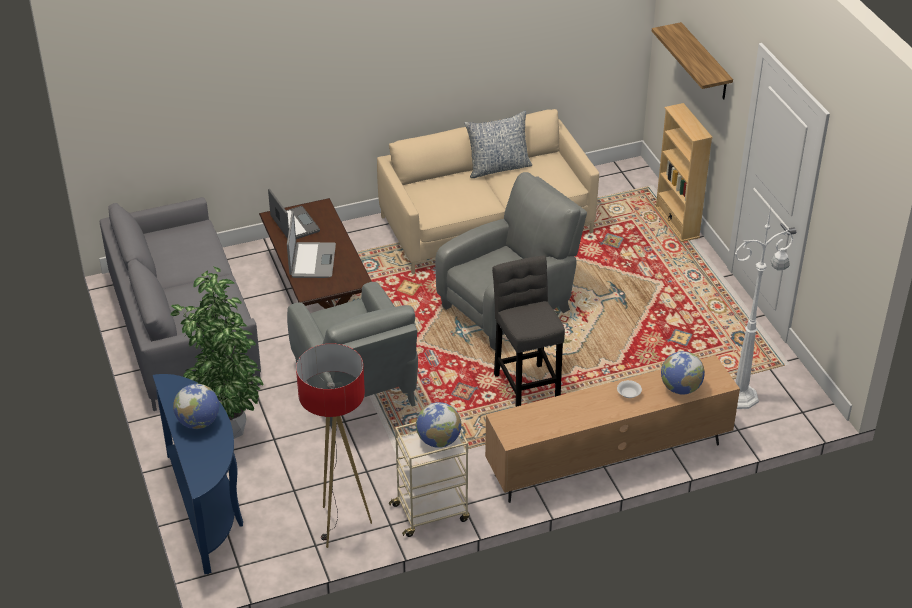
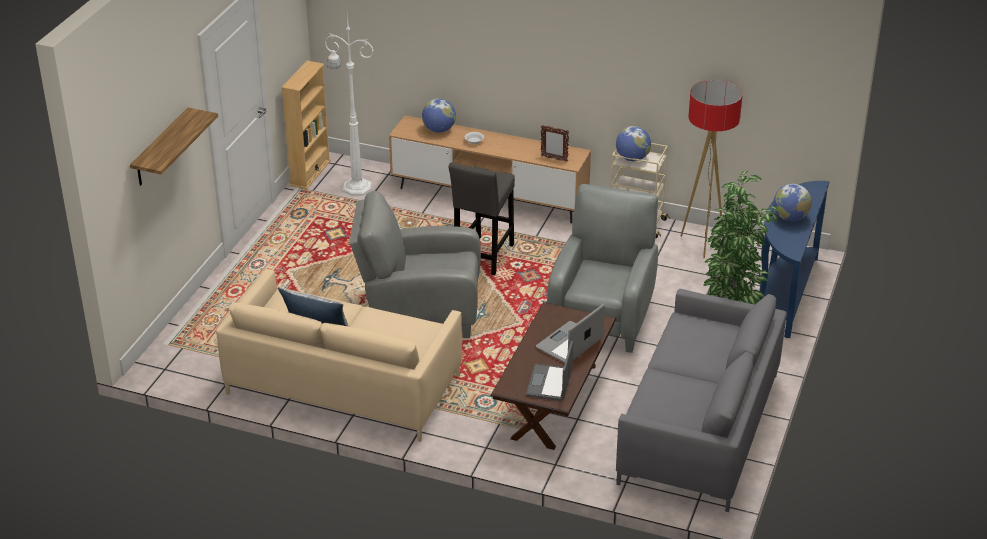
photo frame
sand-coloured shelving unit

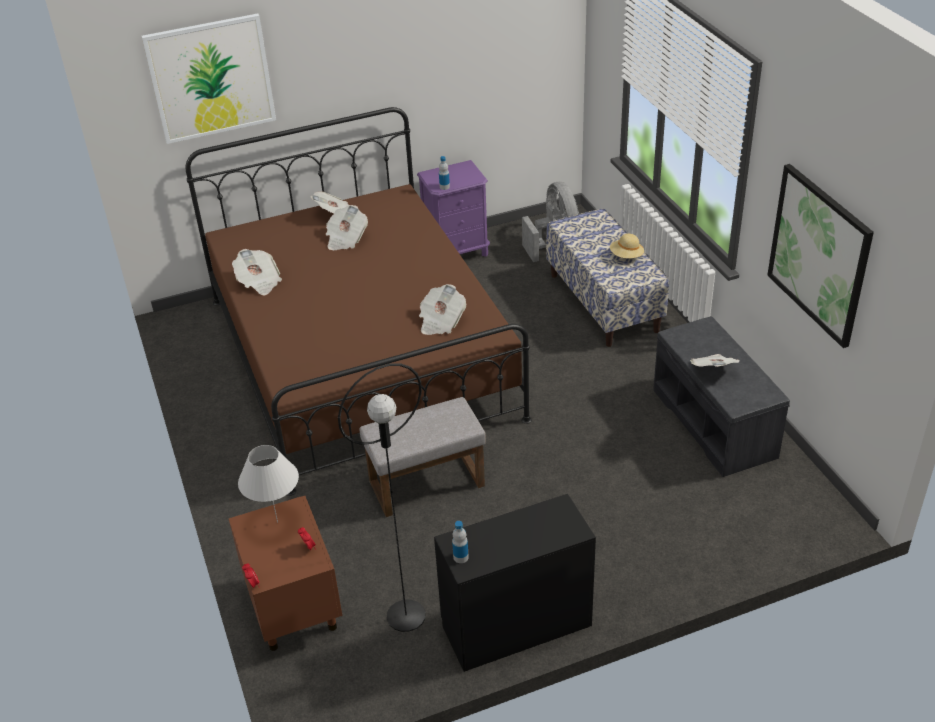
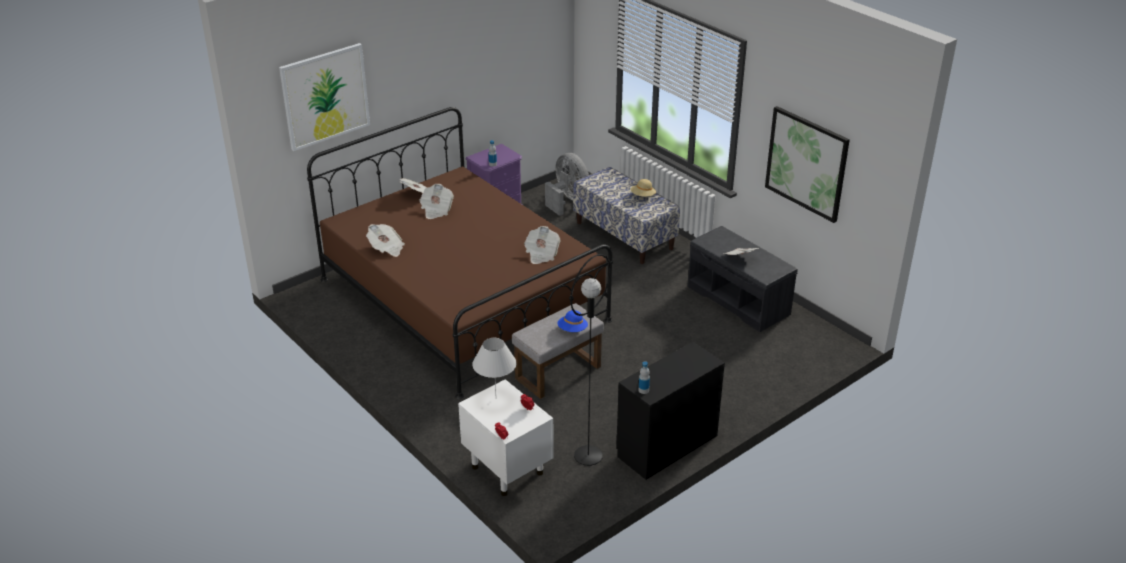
blue-coloured hat
white-coloured night table

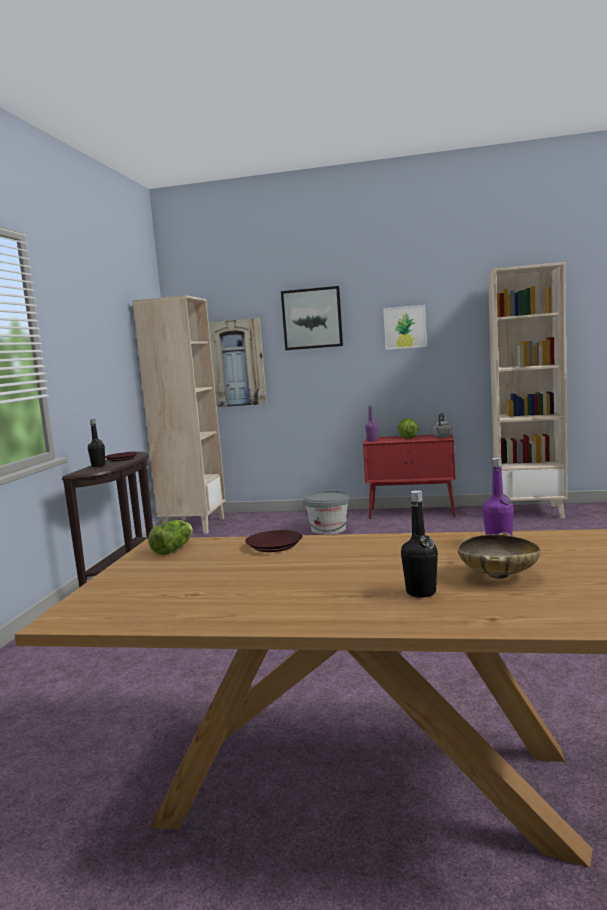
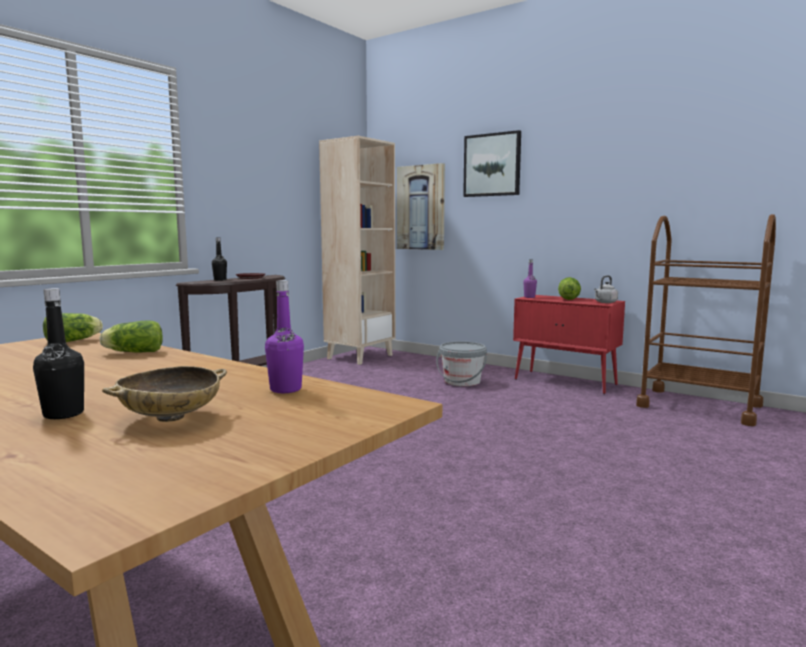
wall picture (no. 3 from left in the first image)
lettuce (no. 2 from left)
brown-coloured trolley

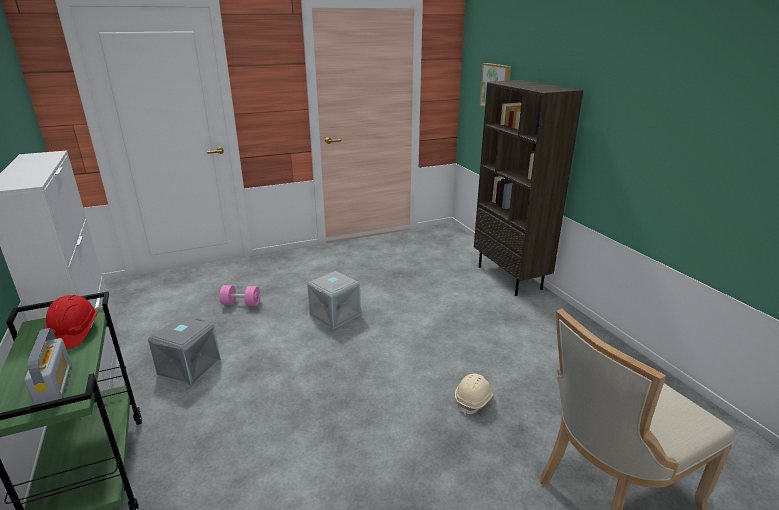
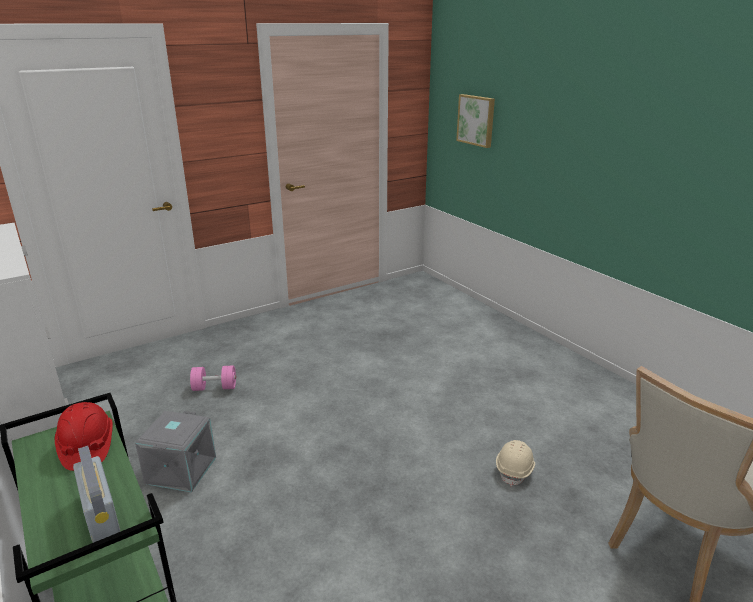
greyish storage box (no. 2 from left in the first image)
brown-coloured shelving unit

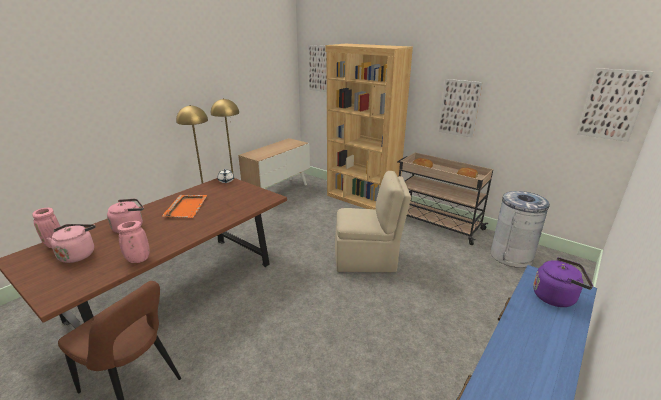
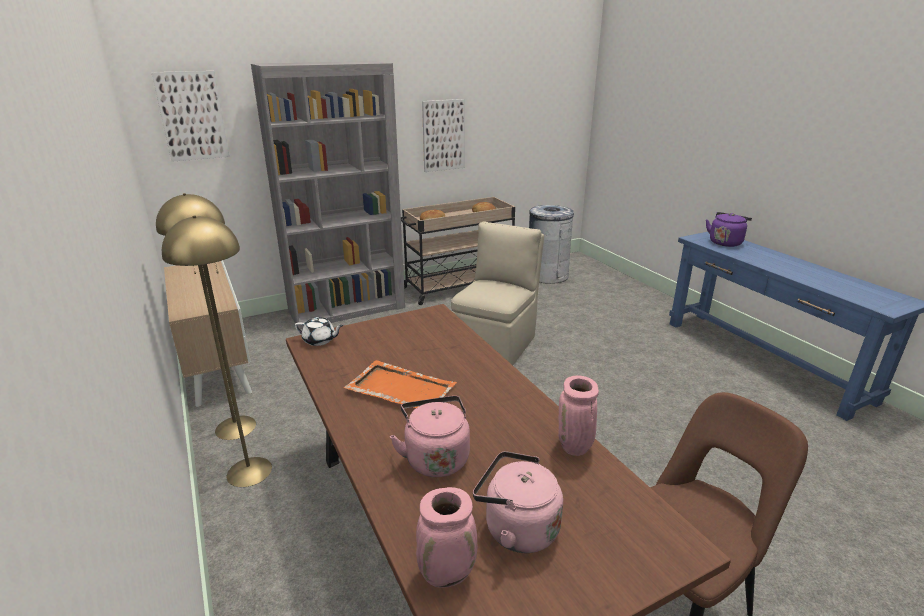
wall picture (no. 3 from left in the first image)
greyish shelving unit

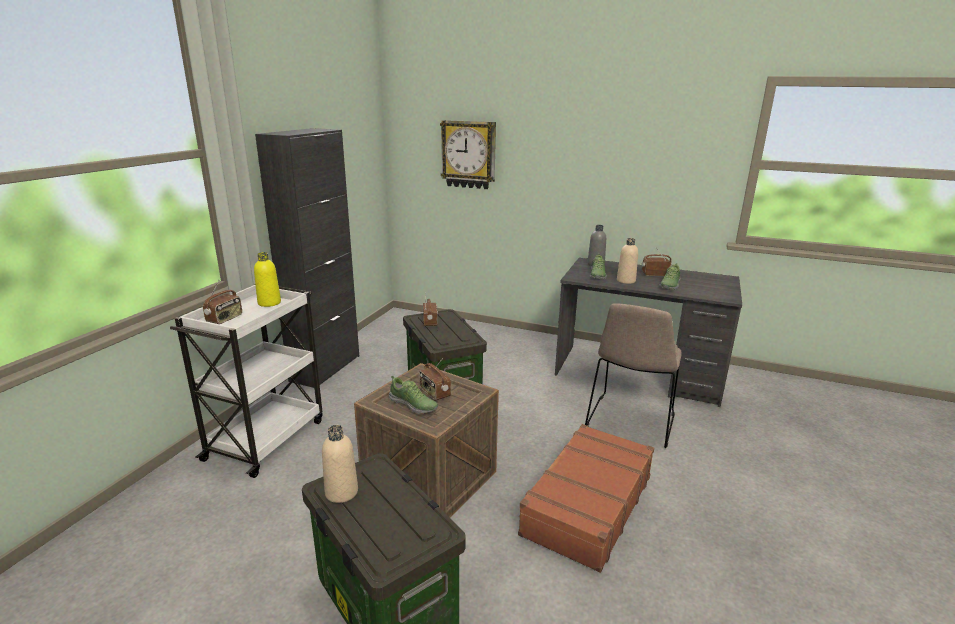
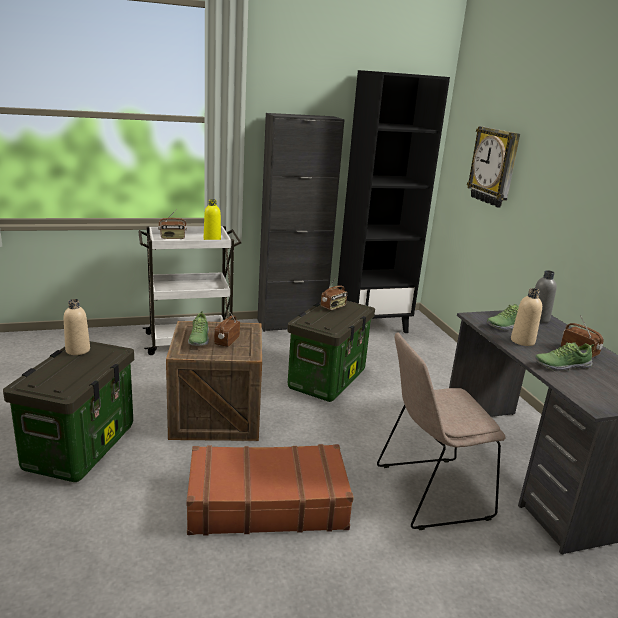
blackish shelving unit

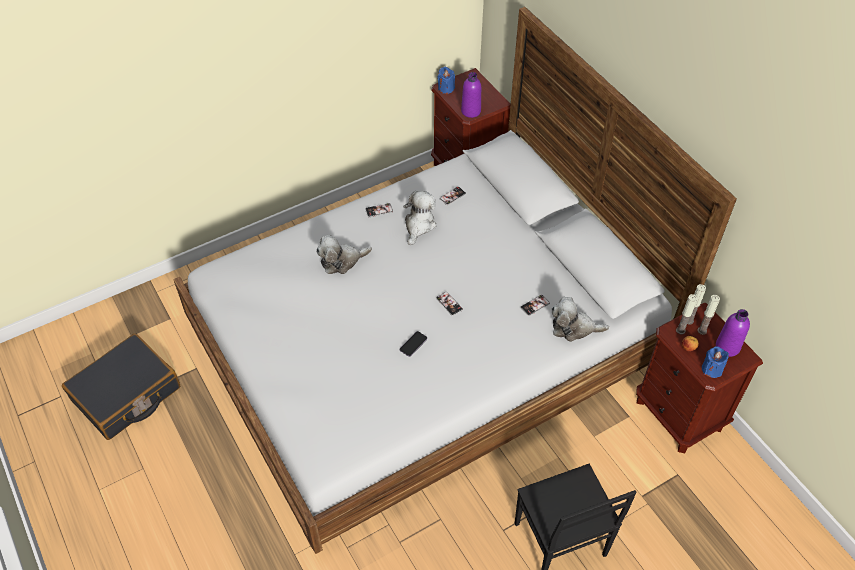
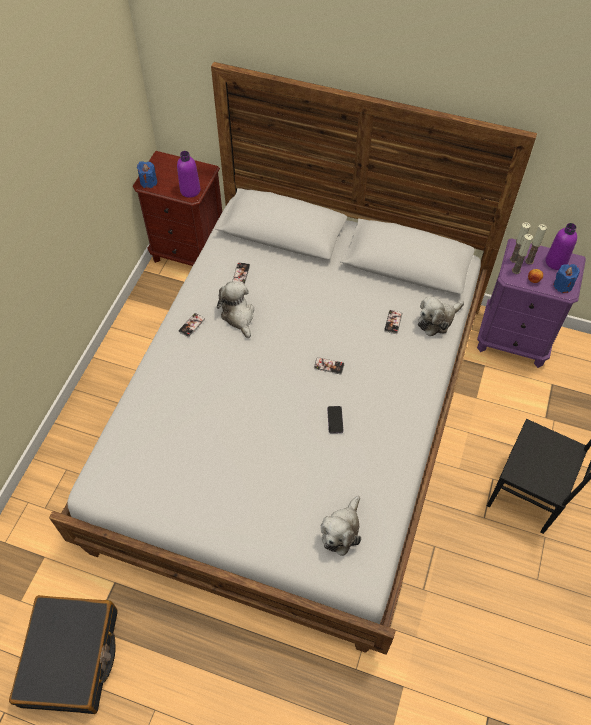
cuddly toy (no. 2 from left)
purplish night table

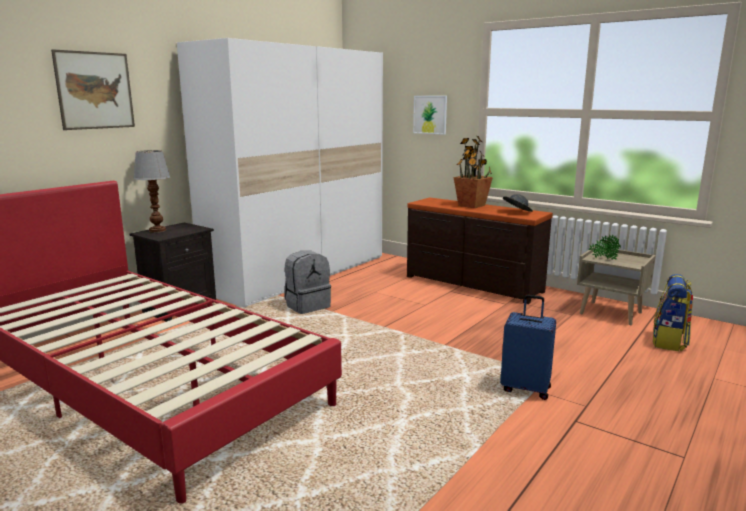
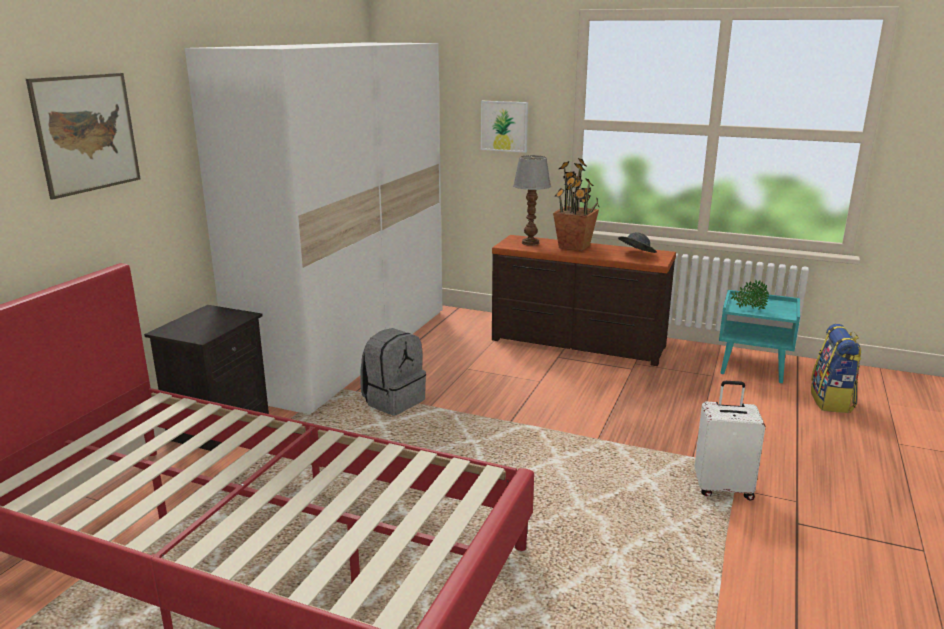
table lamp
white-coloured suitcase
blue-green night table

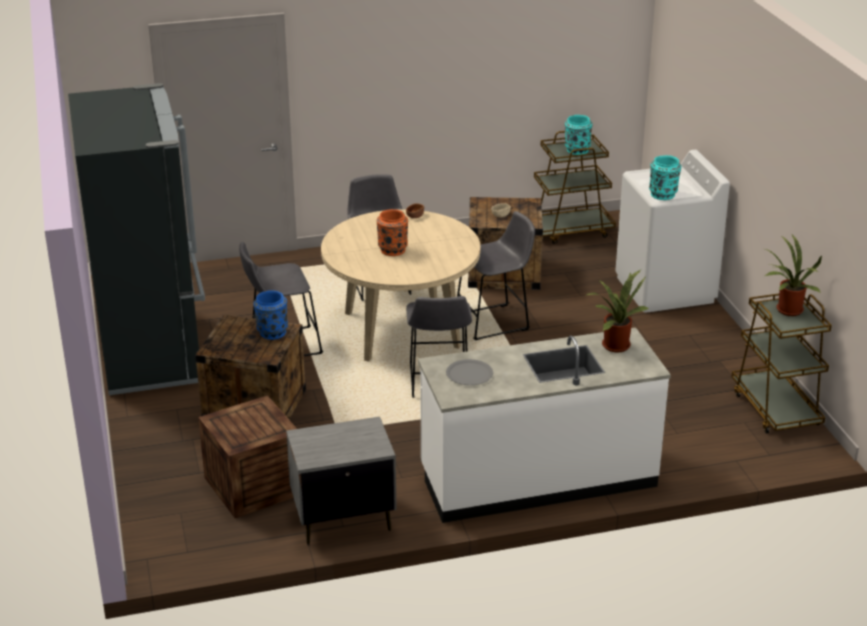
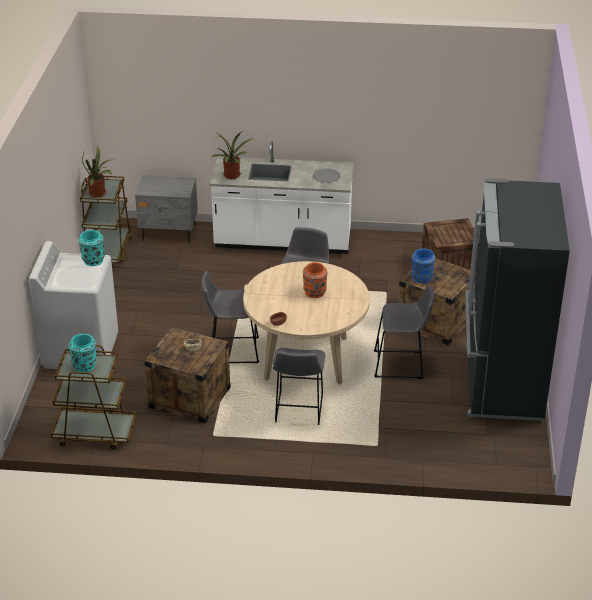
greyish night table

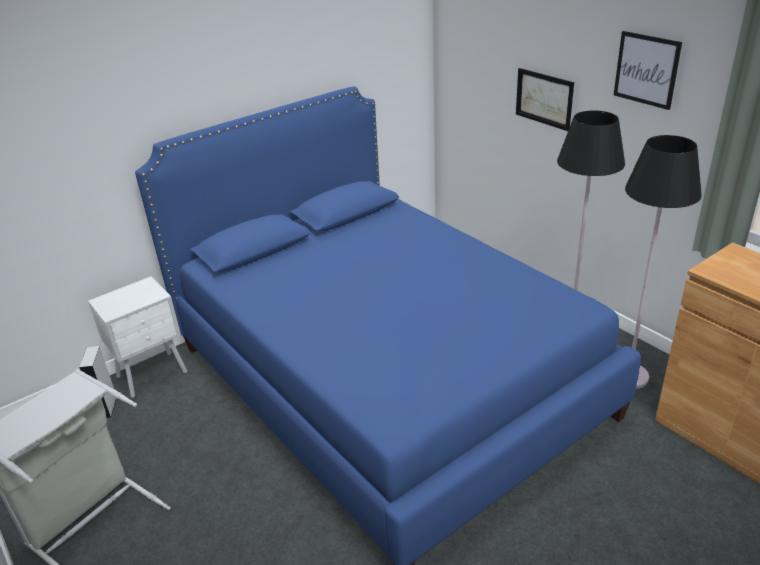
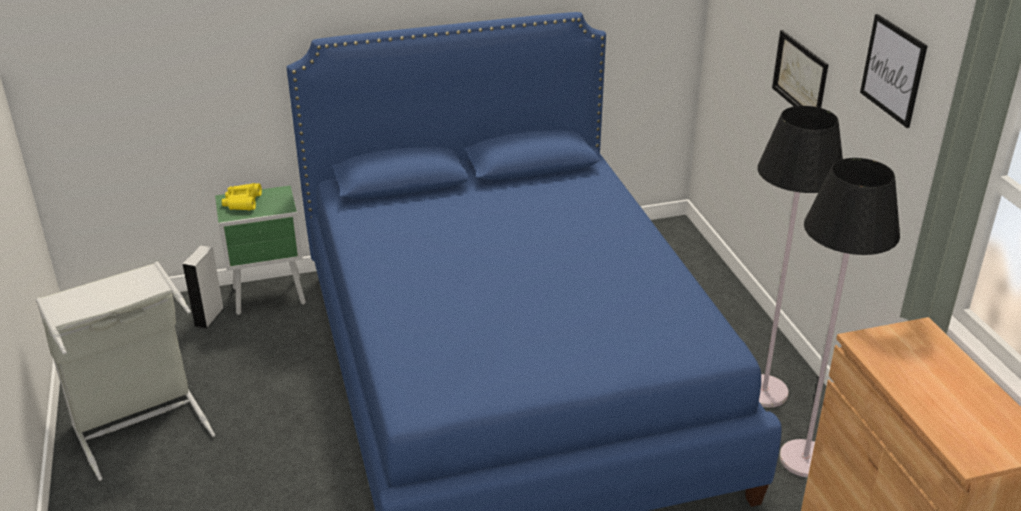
yellow-coloured pair of binoculars
greenish night table

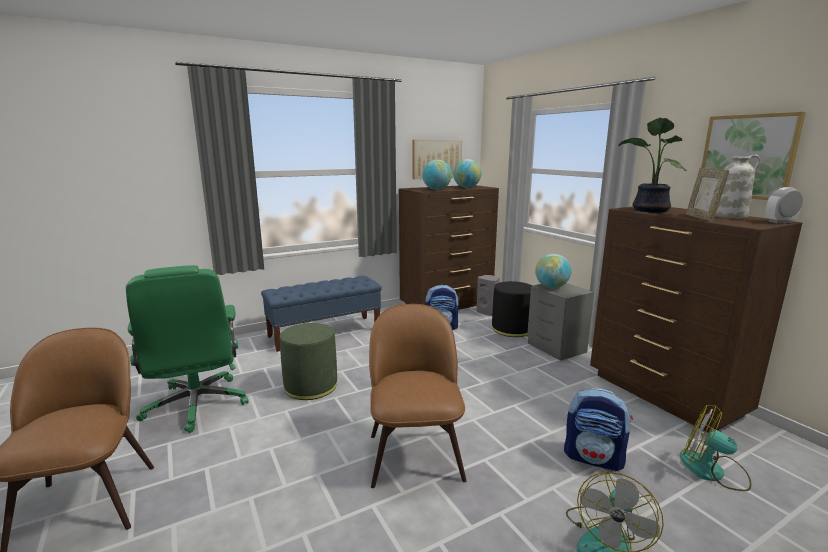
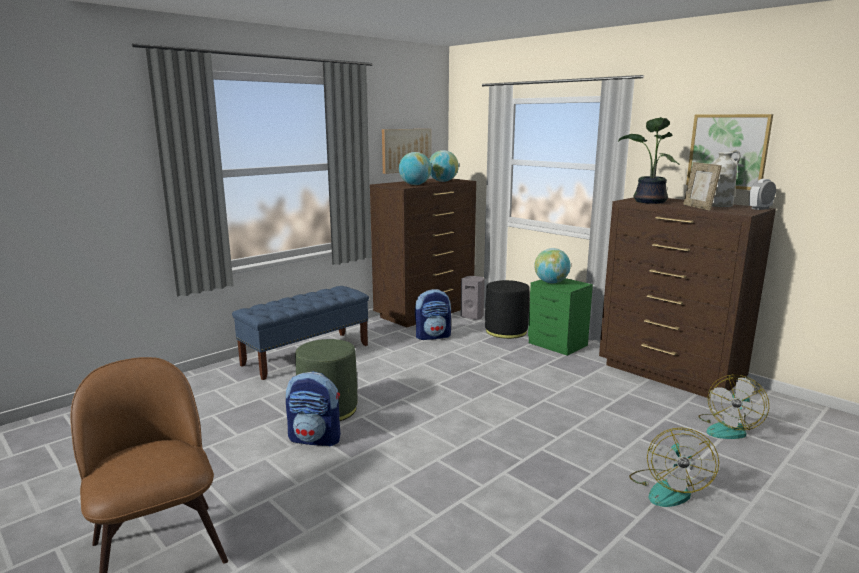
greenish office chair
brown-coloured chair (no. 2 from left in the first image)
knapsack (no. 1 from left)
greenish night table
fan (no. 2 from left)

